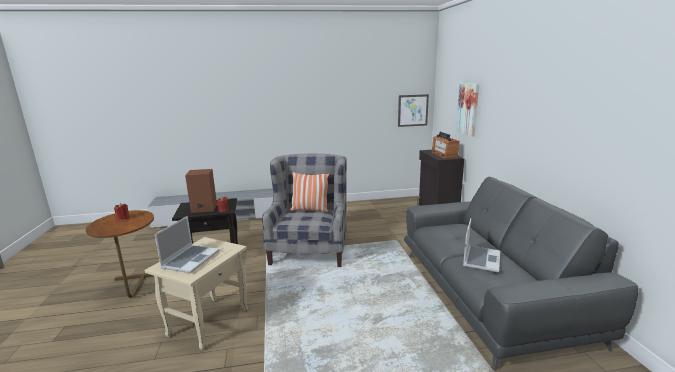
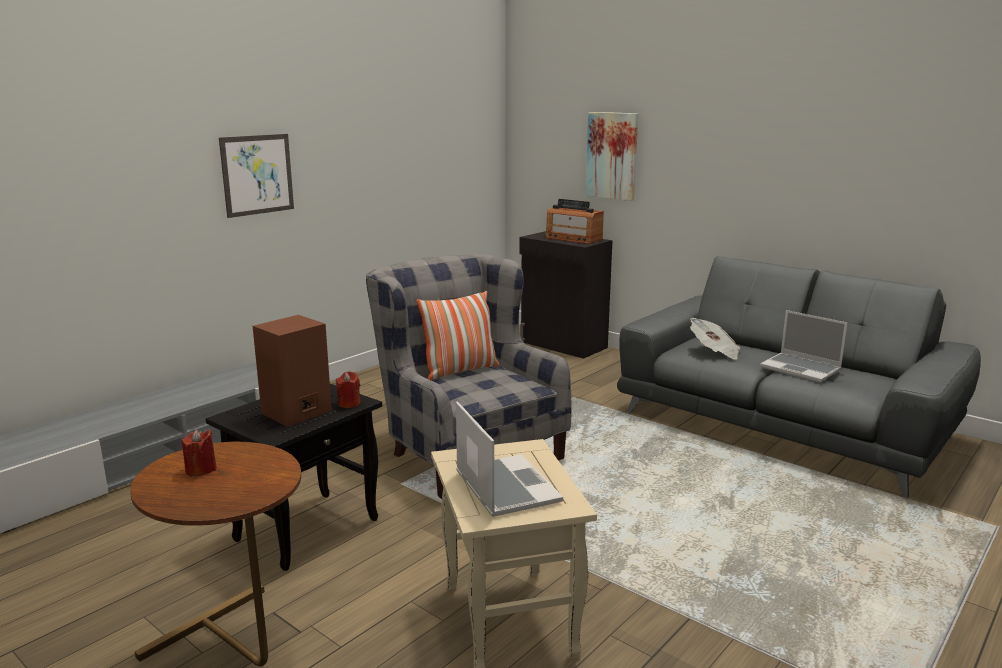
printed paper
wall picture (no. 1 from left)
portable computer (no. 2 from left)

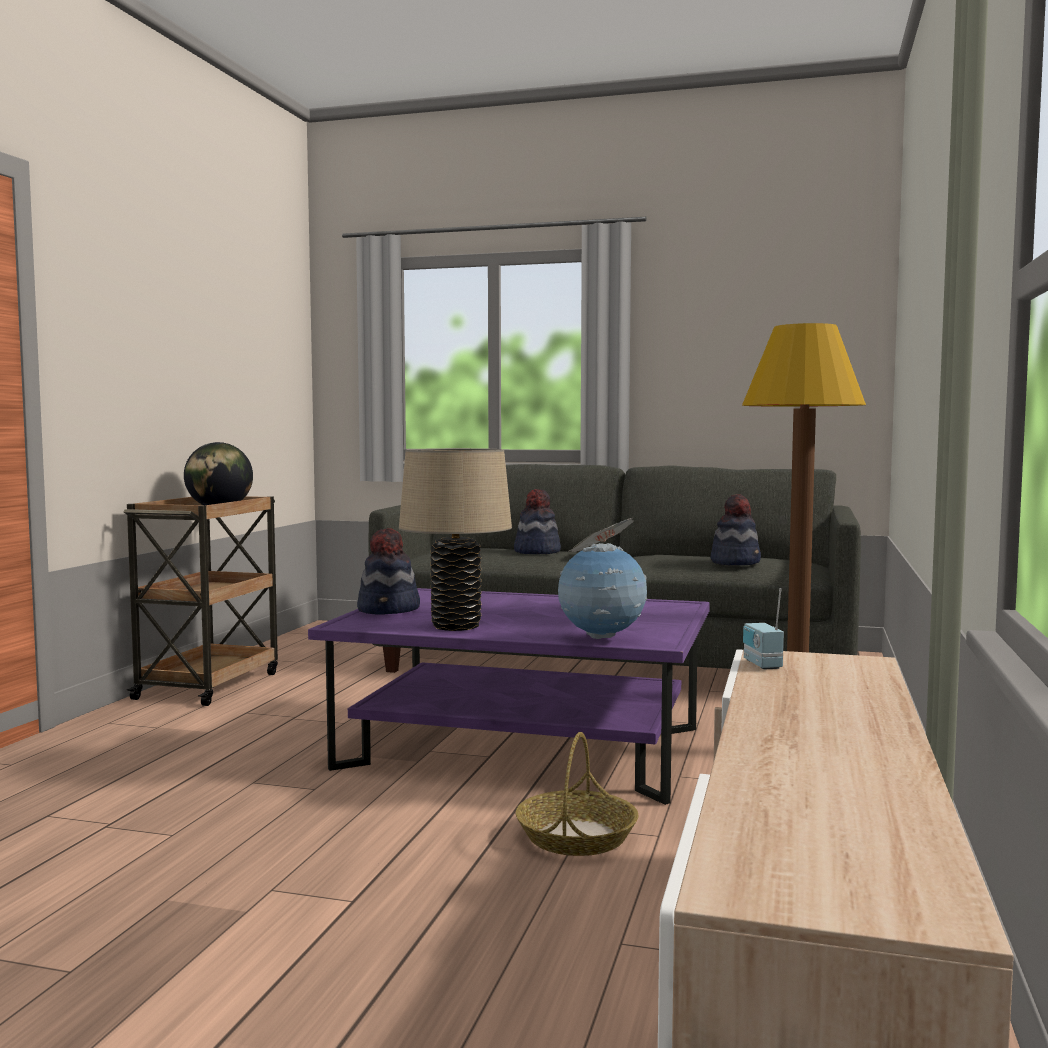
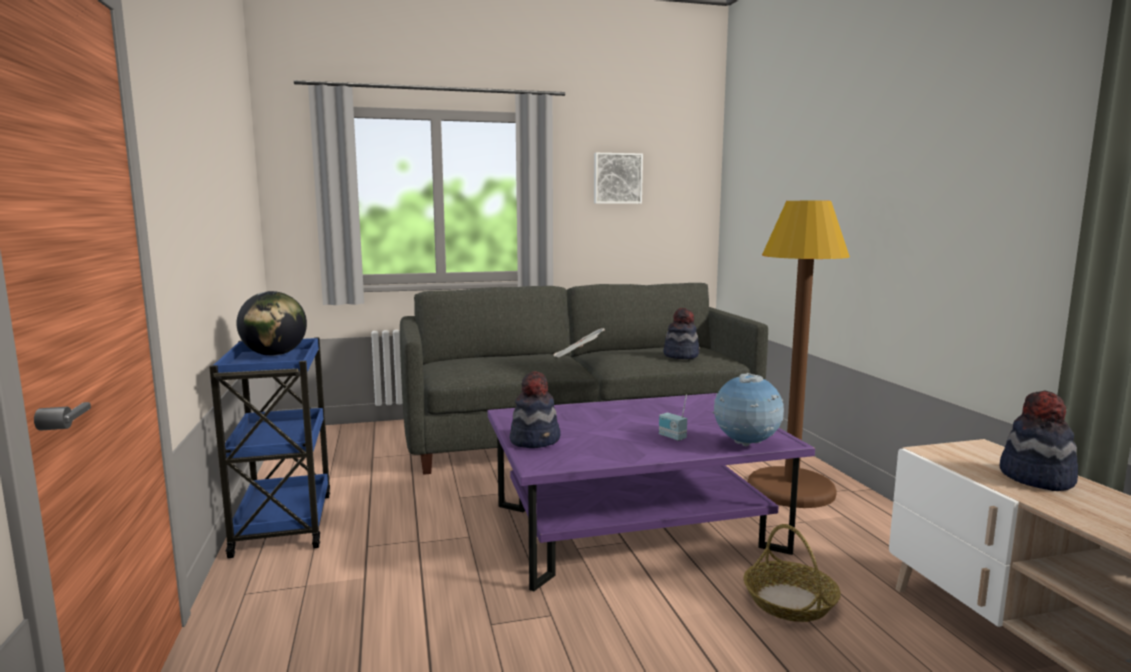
sand-coloured table lamp
wall picture
hat (no. 3 from left)
radio receiver
blue-coloured trolley

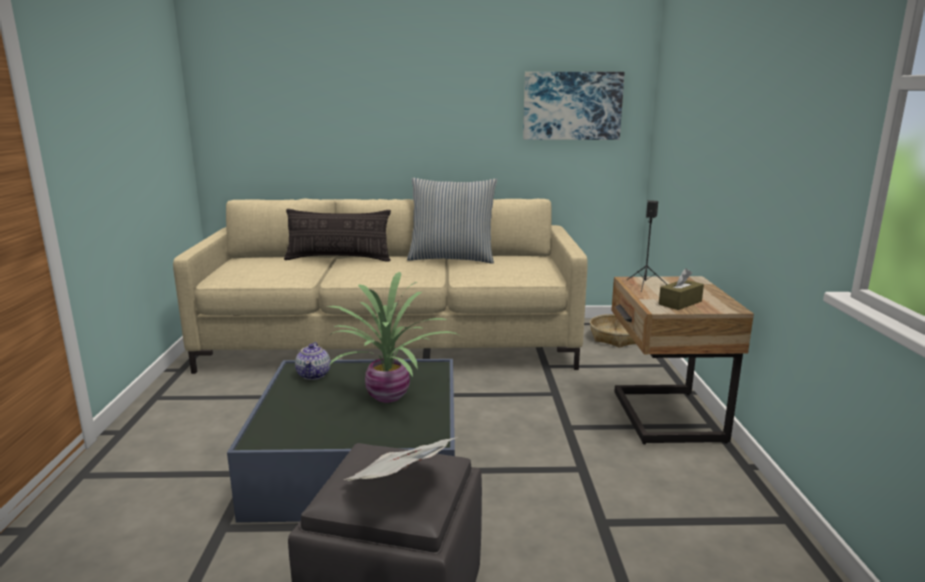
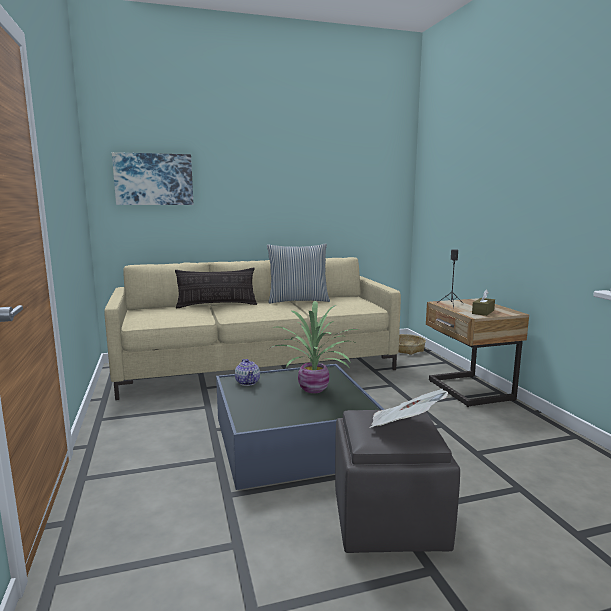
wall picture

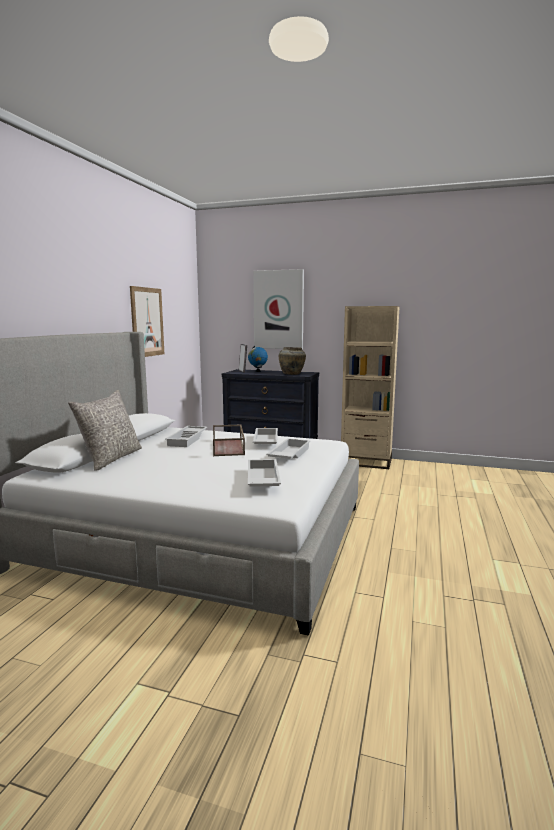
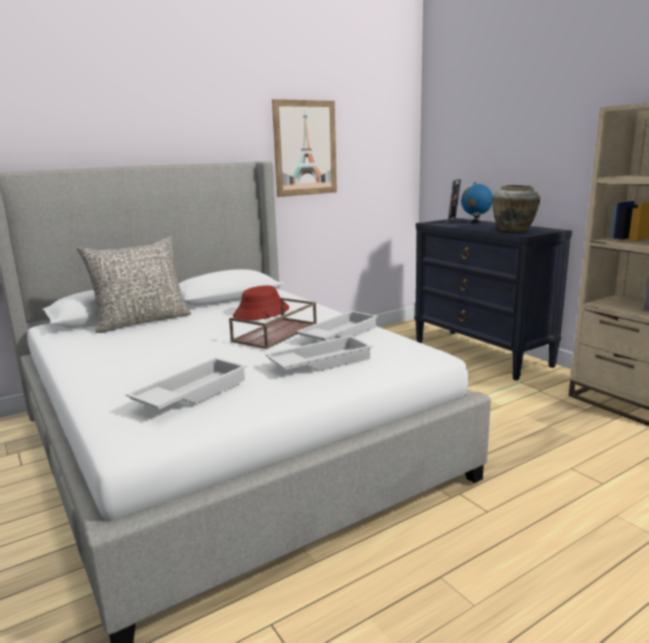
wall picture (no. 2 from left in the first image)
reddish hat

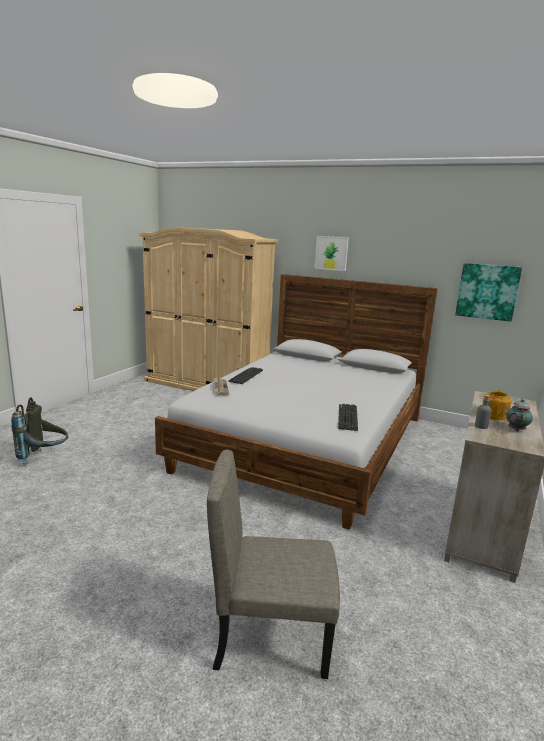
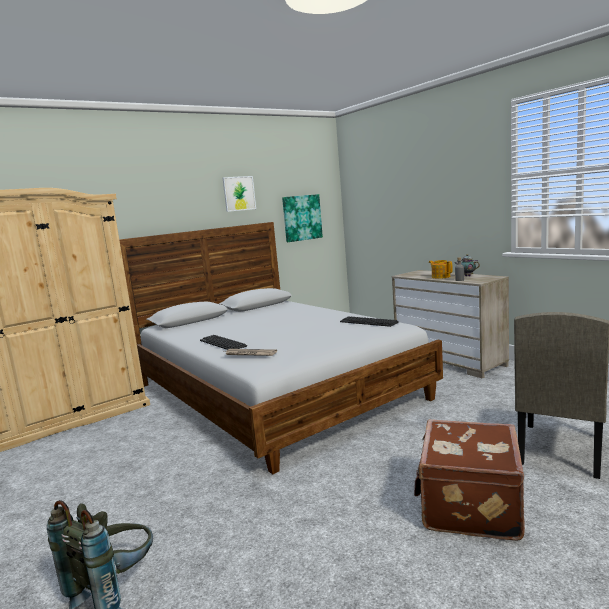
brown-coloured suitcase
wall picture (no. 1 from left)

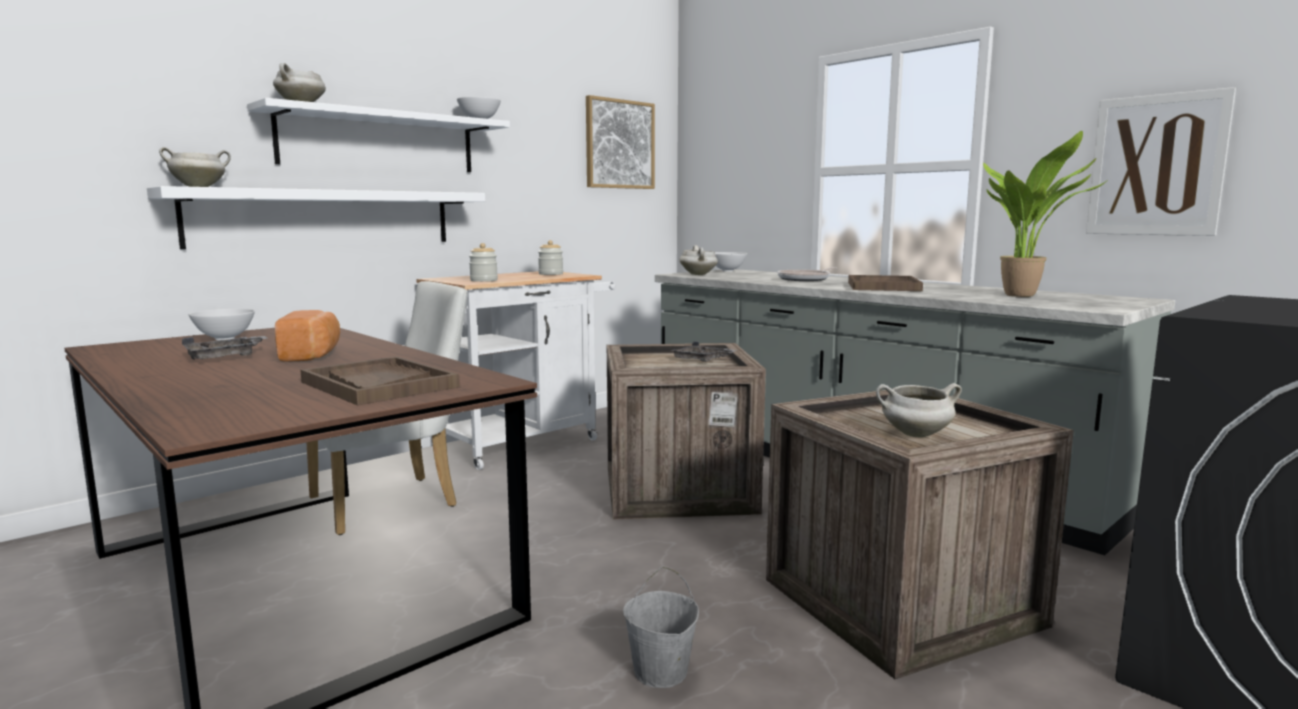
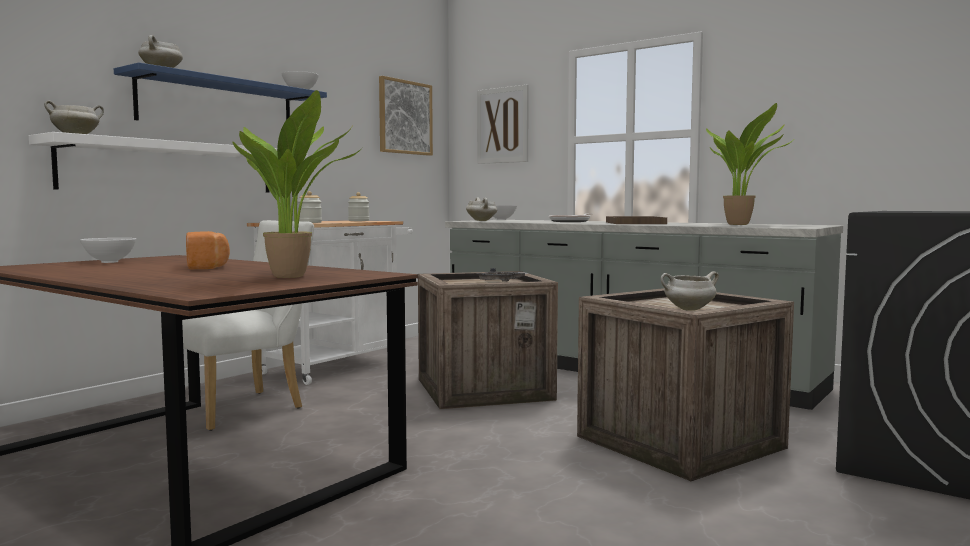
greyish carrying tray (no. 1 from left in the first image)
greyish pail
wall picture (no. 2 from left)
houseplant (no. 1 from left)
blue-coloured wall shelf

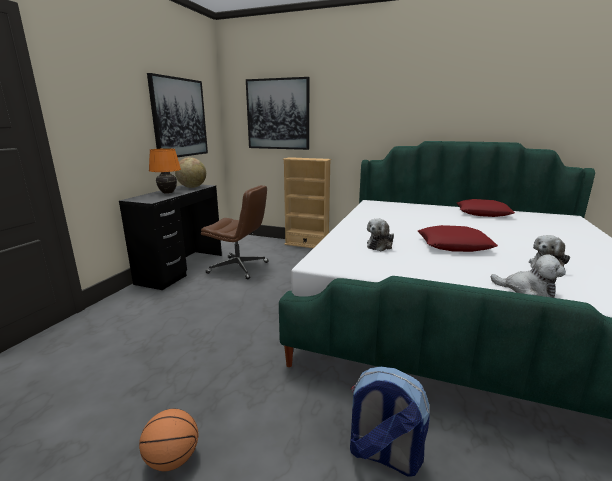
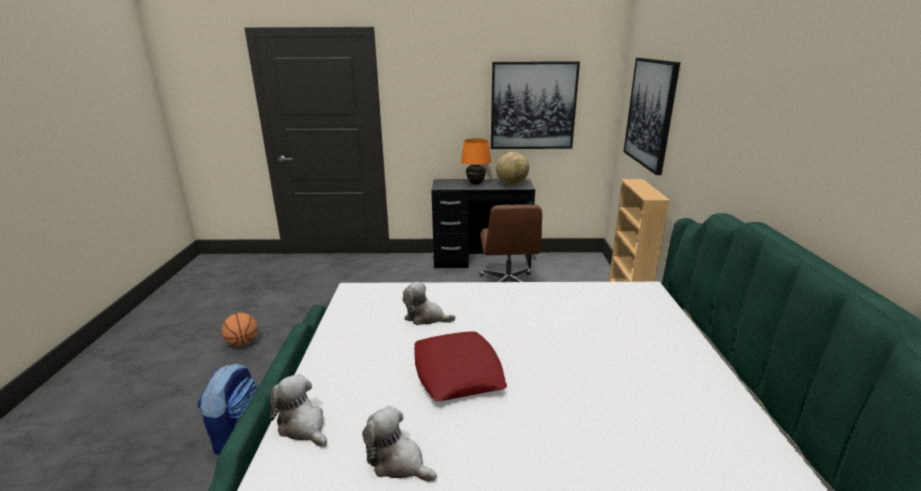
reddish throw pillow (no. 2 from left in the first image)
cuddly toy (no. 1 from left)

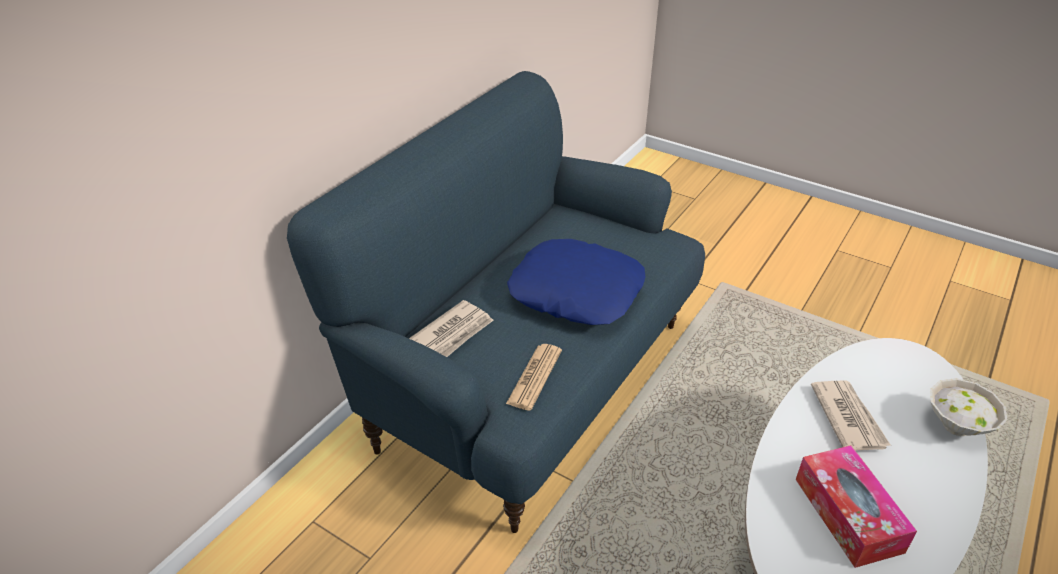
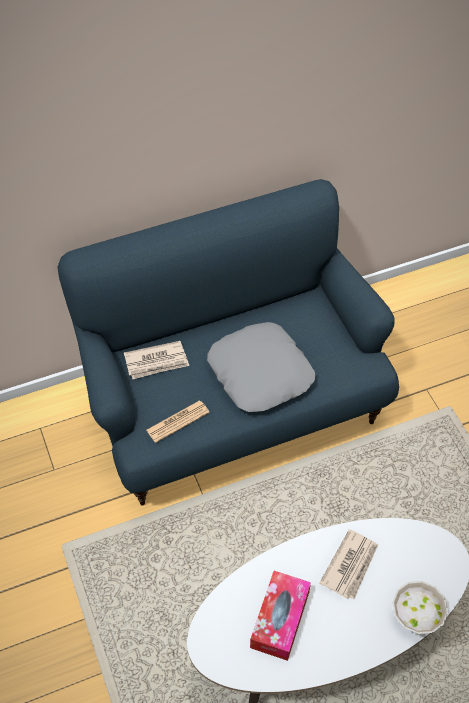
greyish throw pillow

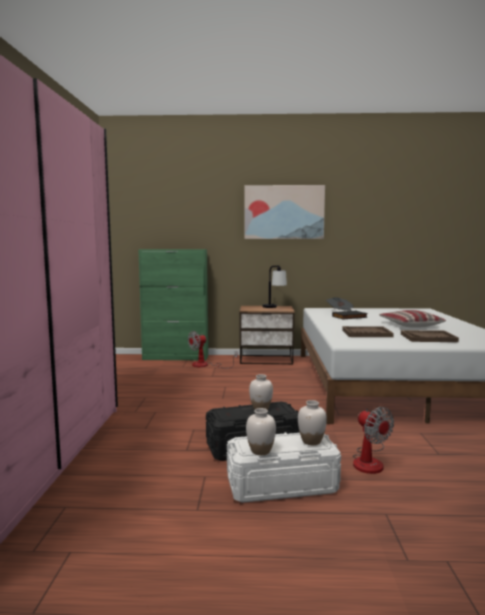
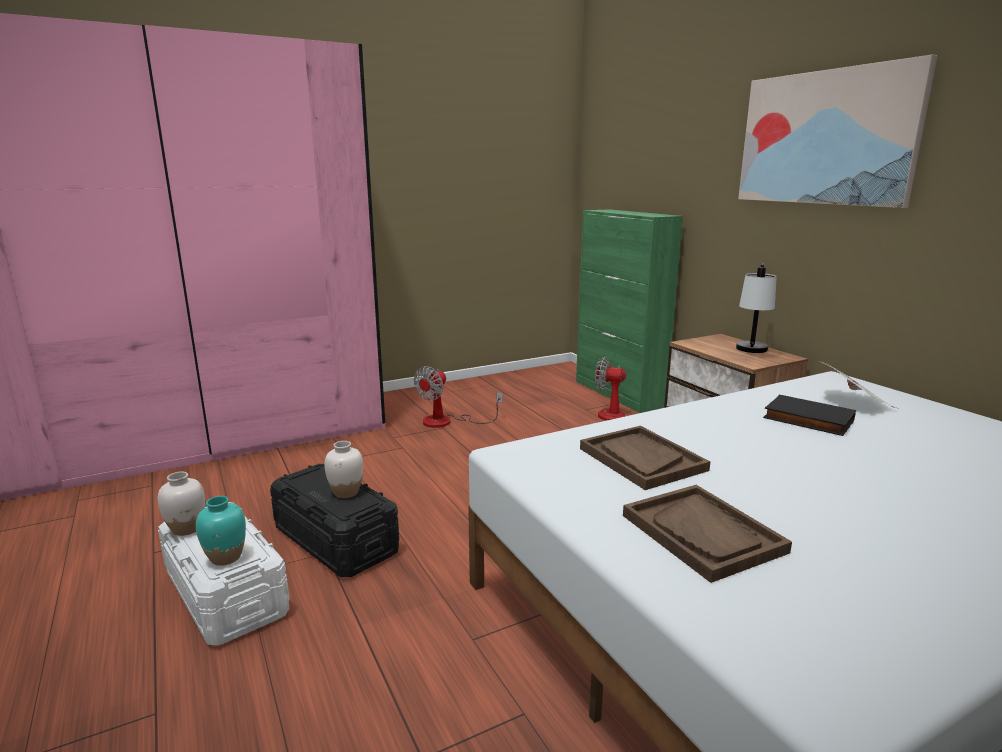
throw pillow
fan (no. 1 from left)
blue-green vase

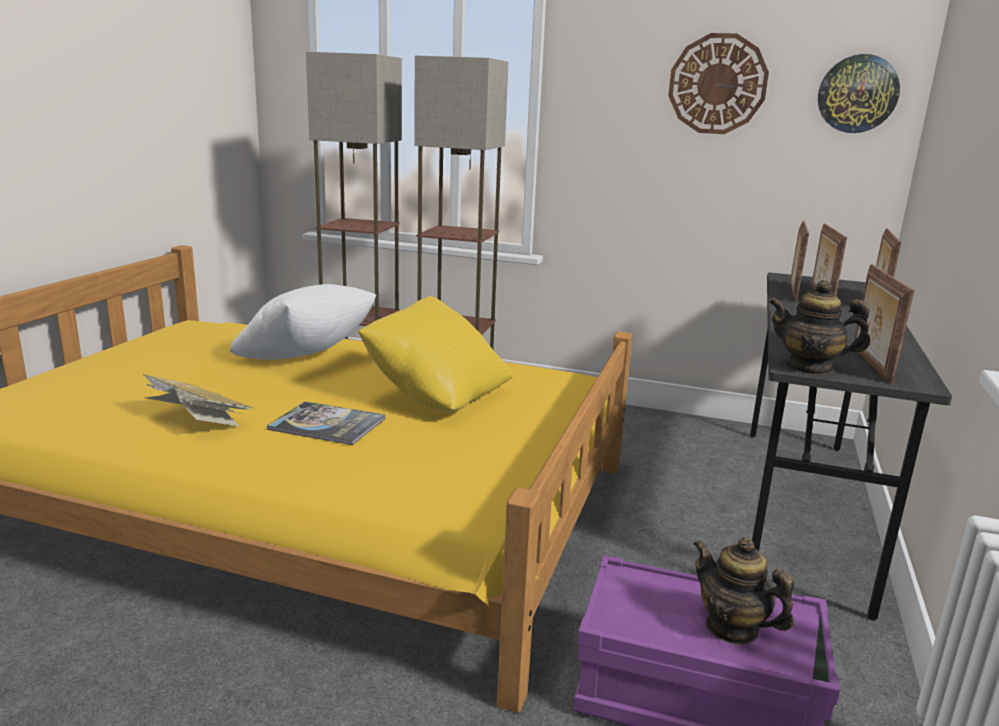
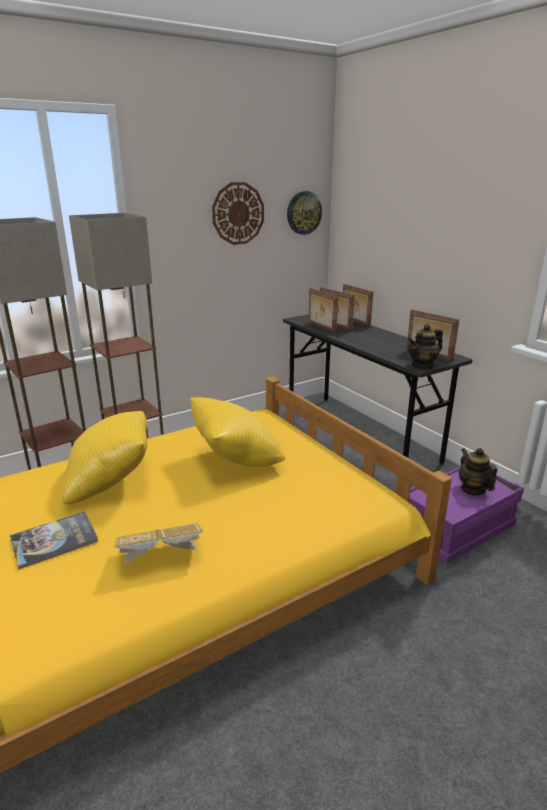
volume (no. 1 from left)
yellow-coloured throw pillow (no. 1 from left)
tea pot (no. 2 from left)

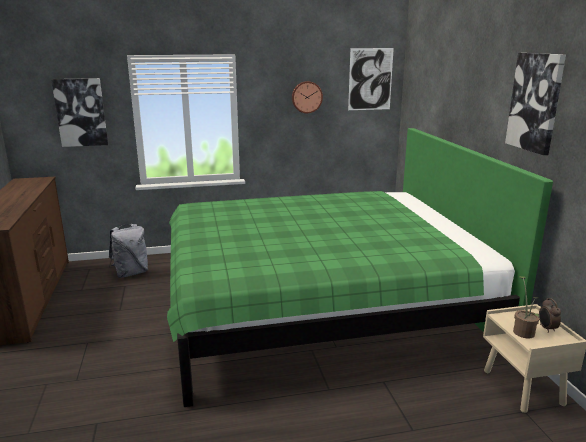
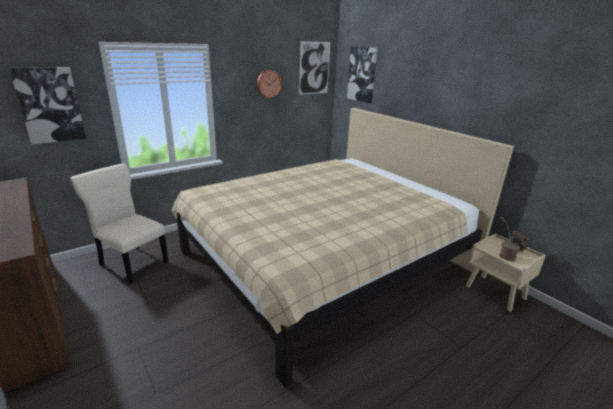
wall picture (no. 3 from left)
sand-coloured chair
sand-coloured bed

